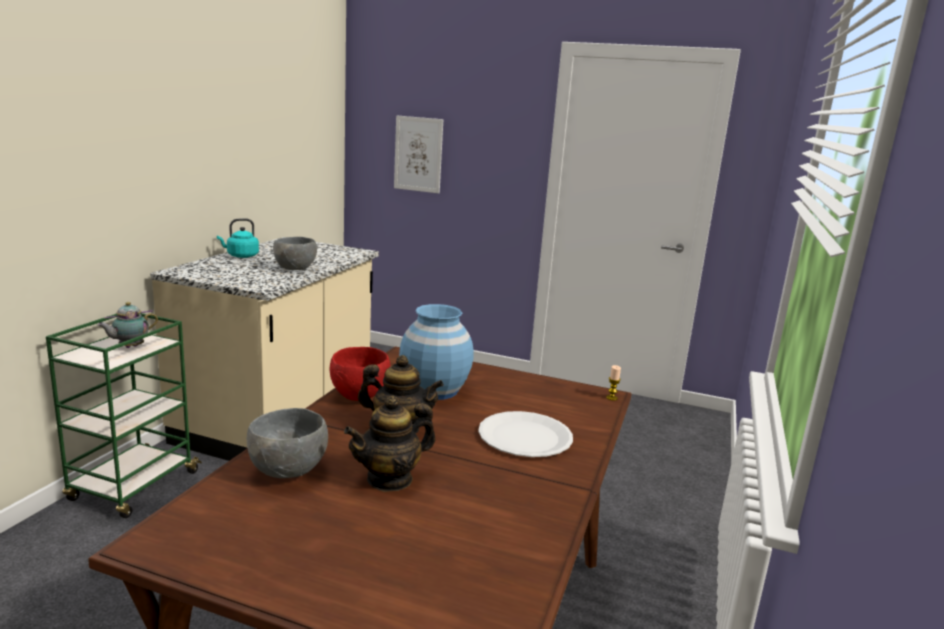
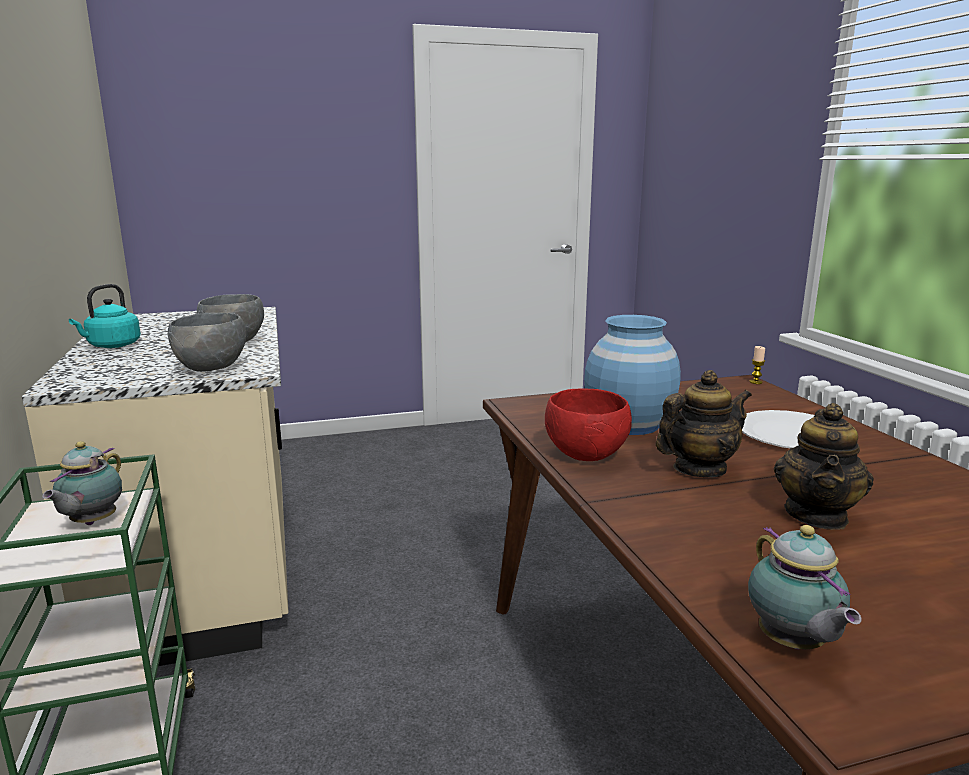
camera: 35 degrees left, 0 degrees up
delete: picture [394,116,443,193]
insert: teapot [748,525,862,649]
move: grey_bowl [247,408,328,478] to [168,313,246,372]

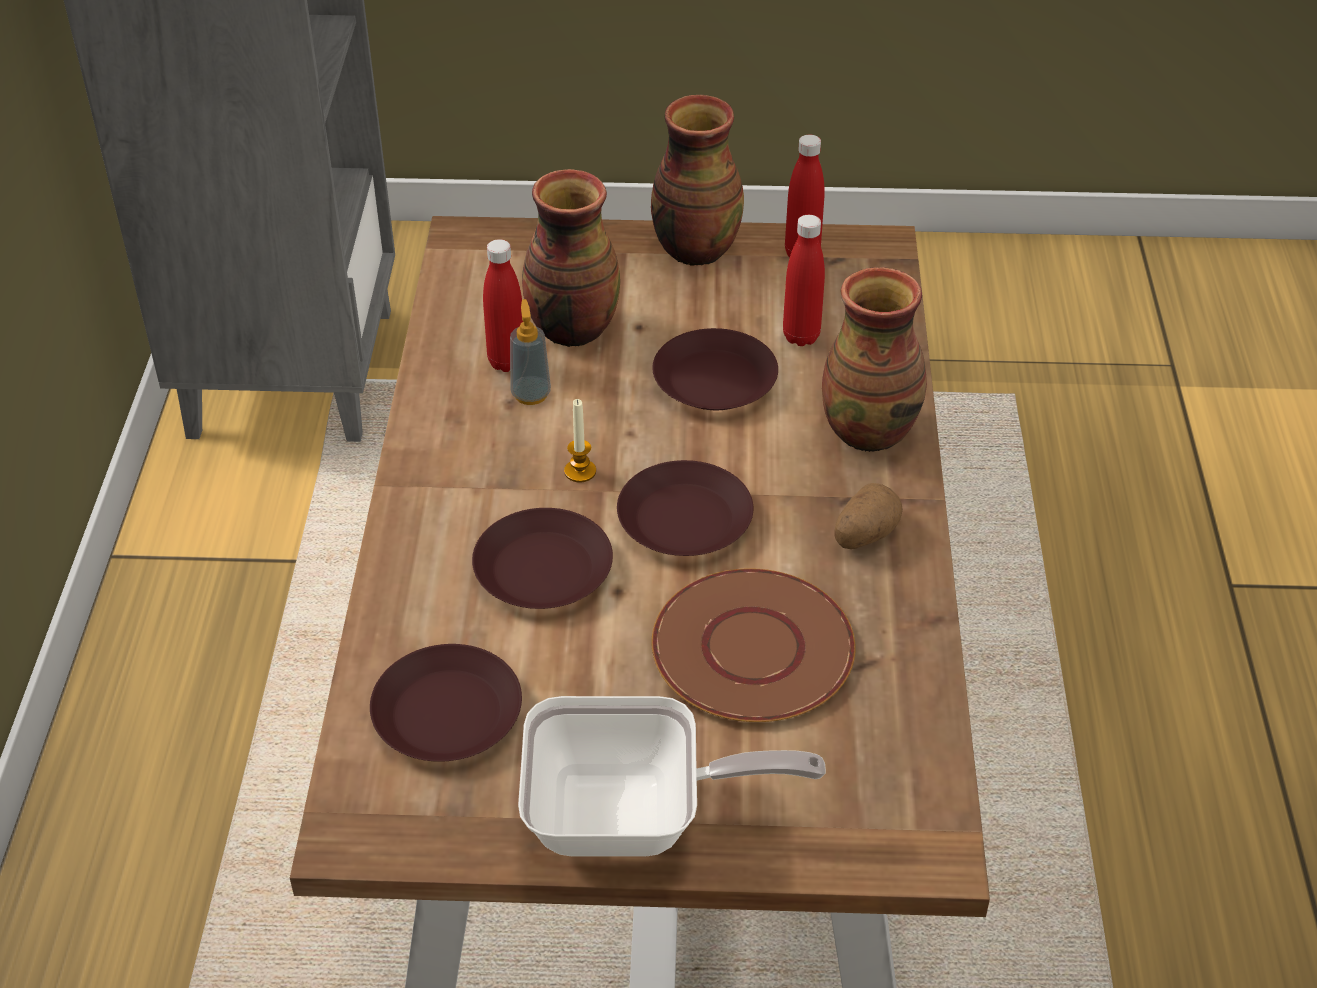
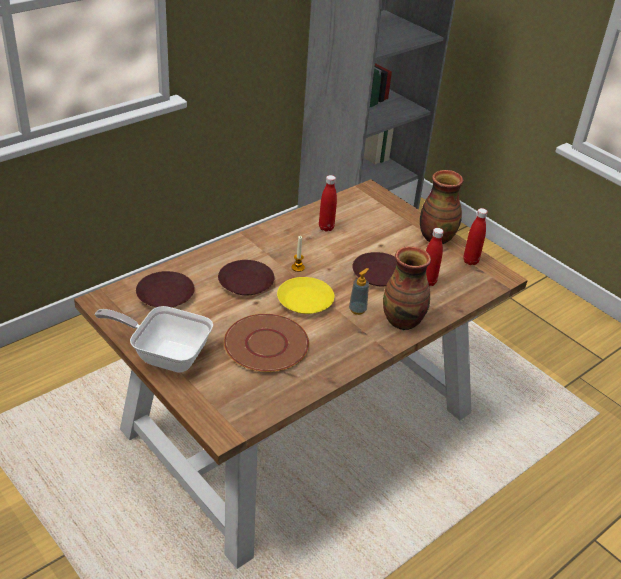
camera: 45 degrees right, 5 degrees down
delete: vase [522,169,620,347]; potato [834,483,903,549]
move: soap_dispenser [510,299,551,405] to [349,268,369,315]
recolor: brown_plate [617,460,753,556] to yellow_plate [277,277,334,314]
rotate: frying_pan [518,696,826,857] = [95,306,213,373] 150 degrees clockwise

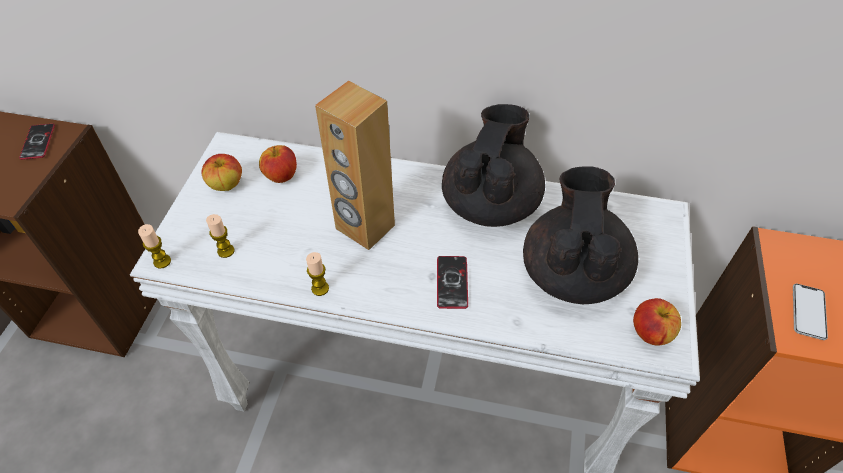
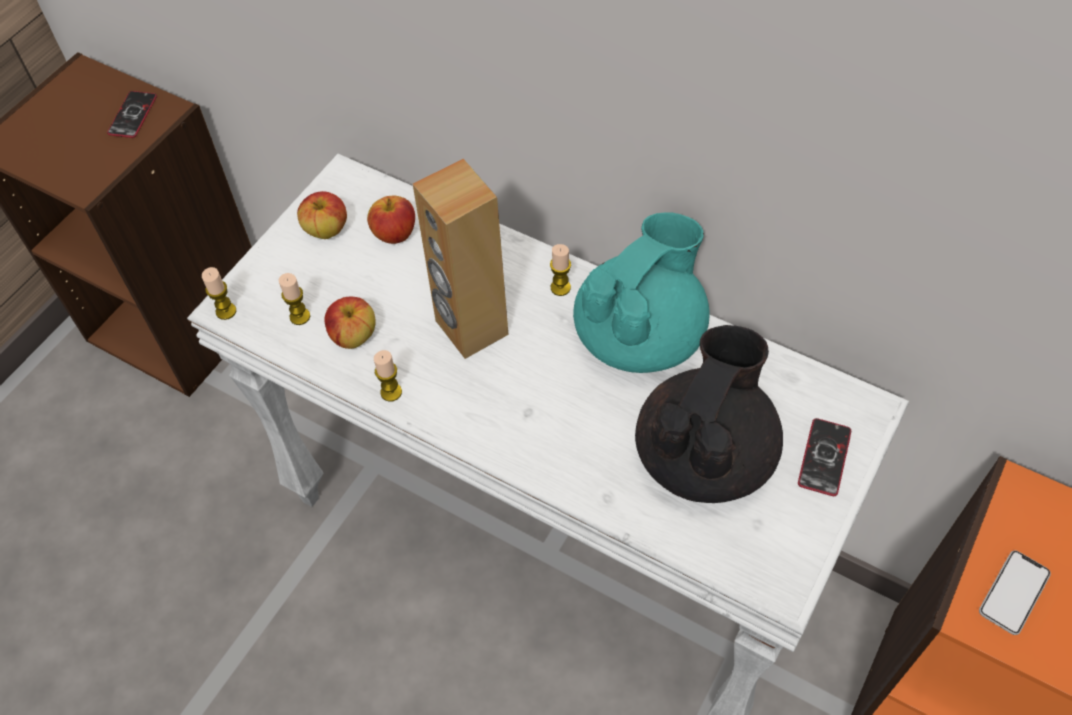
camera: 20 degrees right, 5 degrees up
insert: candle [550,244,571,296]
move: apple [633,298,681,346] to [324,297,376,349]; phone [437,256,468,309] to [798,418,851,496]
recolor: black_teapot [442,104,545,227] to turquoise_teapot [573,212,709,373]

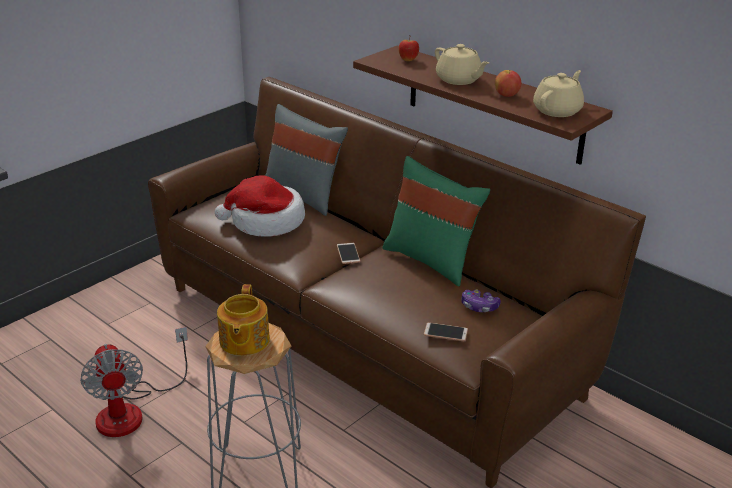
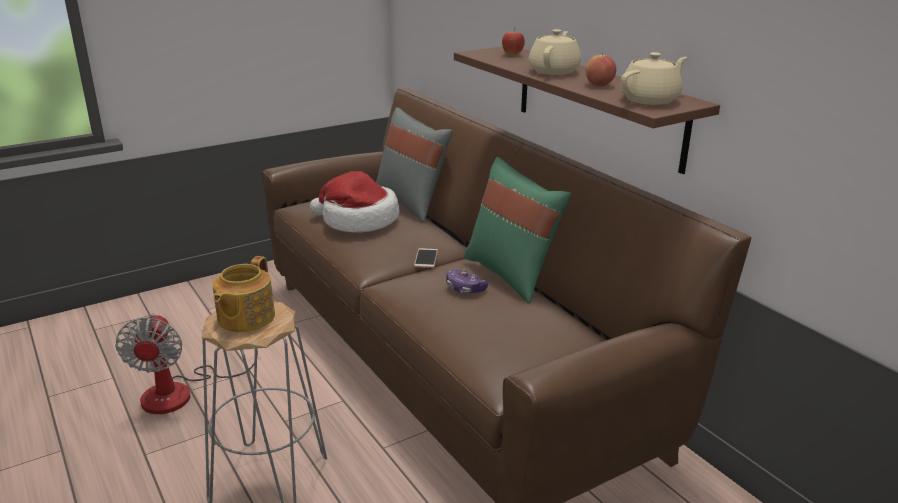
camera: 15 degrees right, 5 degrees down
delete: phone [424,323,468,341]
move: game_controller [461,289,501,312] to [446,269,488,293]
rotate: beige_teapot [435,44,489,85] = [529,29,581,75] 135 degrees counterclockwise

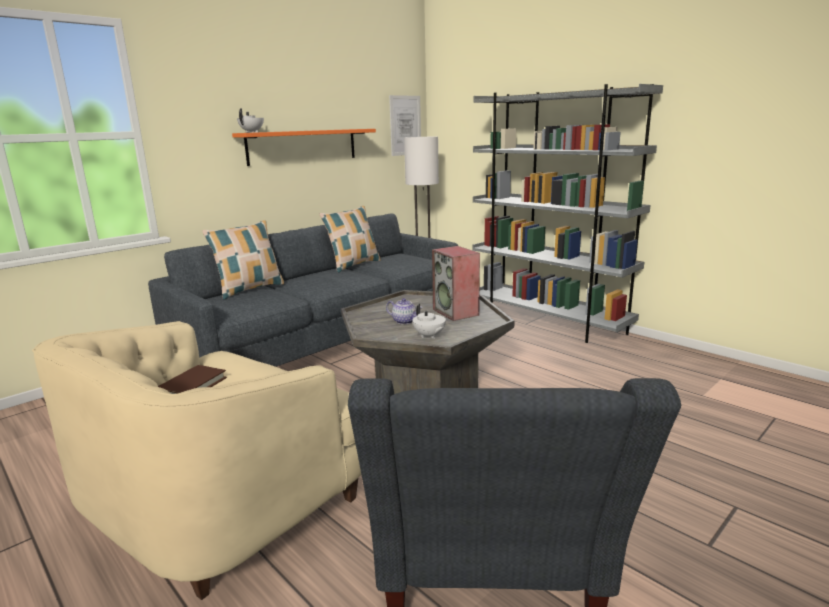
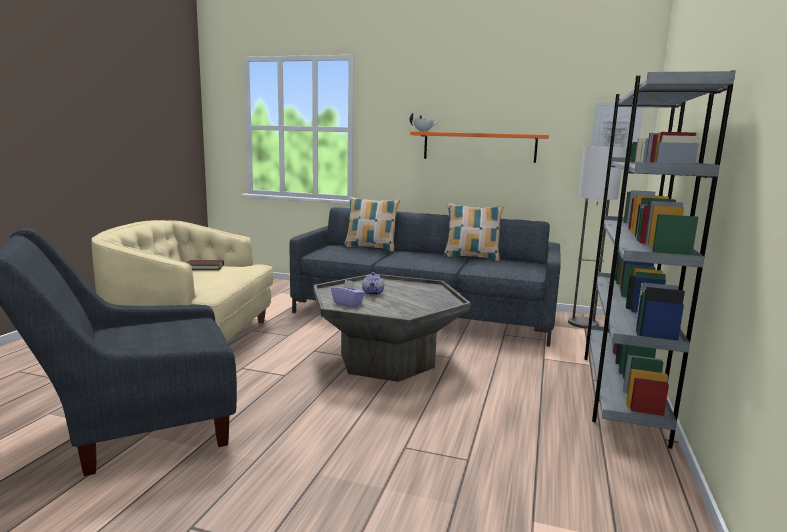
camera: 60 degrees right, 5 degrees down
delete: speaker [432,246,480,321]
replace: white_teapot [412,304,446,339] to purple_tissue_box [331,280,365,307]

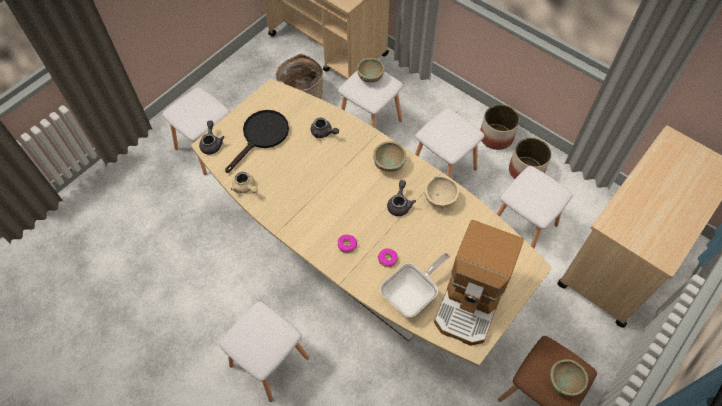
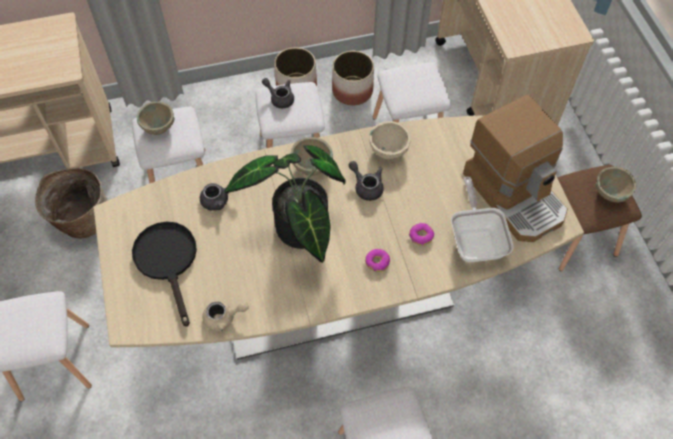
camera: 55 degrees left, 0 degrees up
insert: potted_plant [224,145,346,263]
move: grey_teapot [199,120,225,155] to [262,78,294,108]

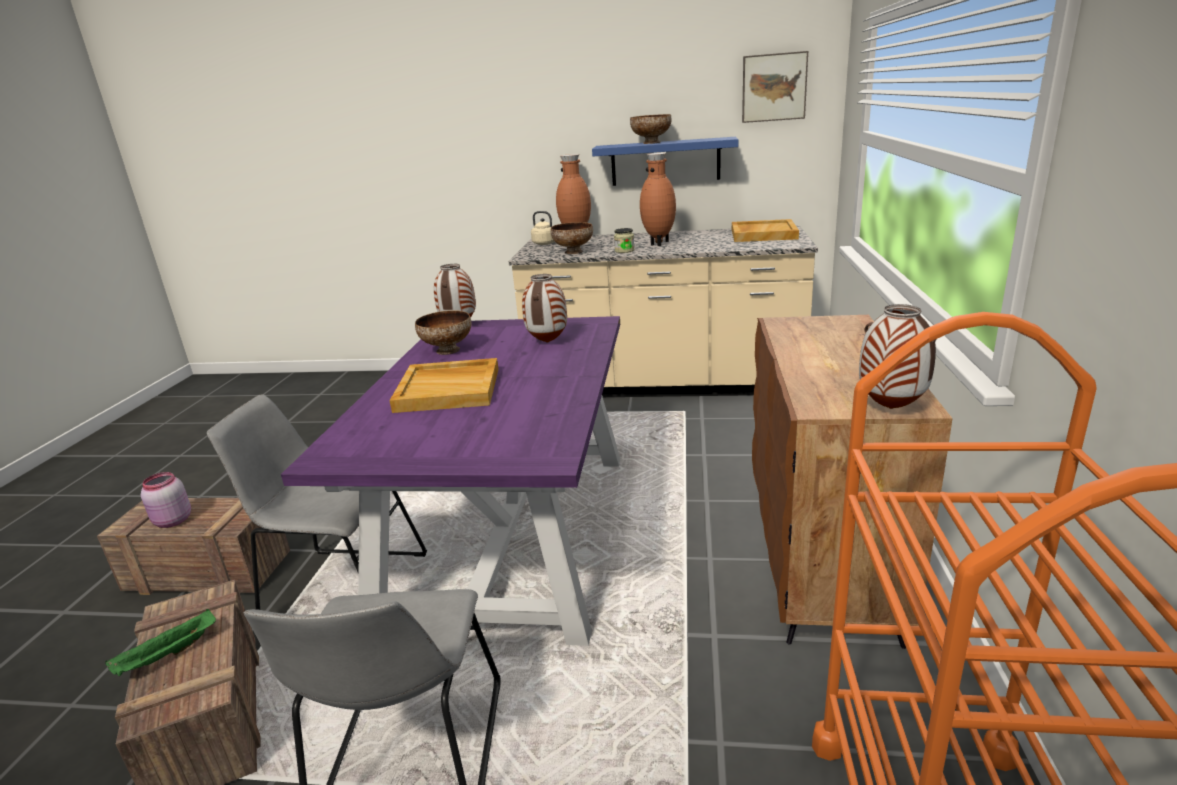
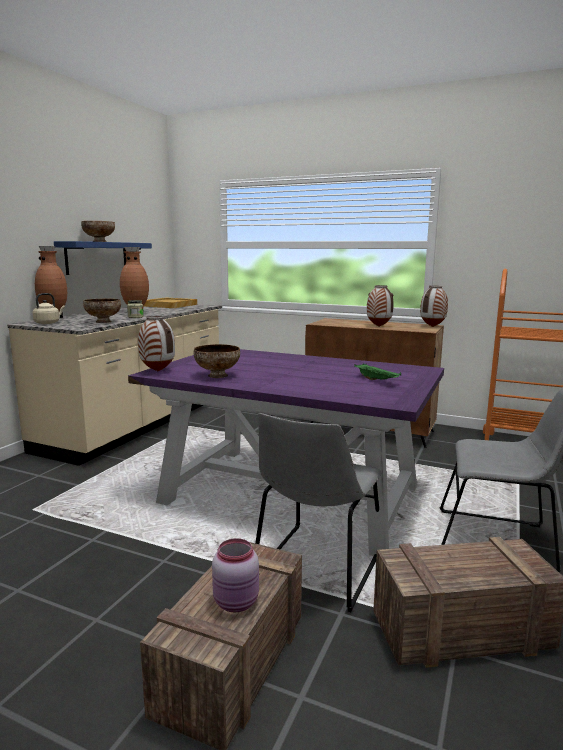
camera: 75 degrees left, 10 degrees down
delete: beige_tray [389,358,499,413]; picture [742,51,808,123]
move: green_tray [105,609,216,676] to [354,364,401,380]; vase [522,274,567,343] to [367,285,394,327]

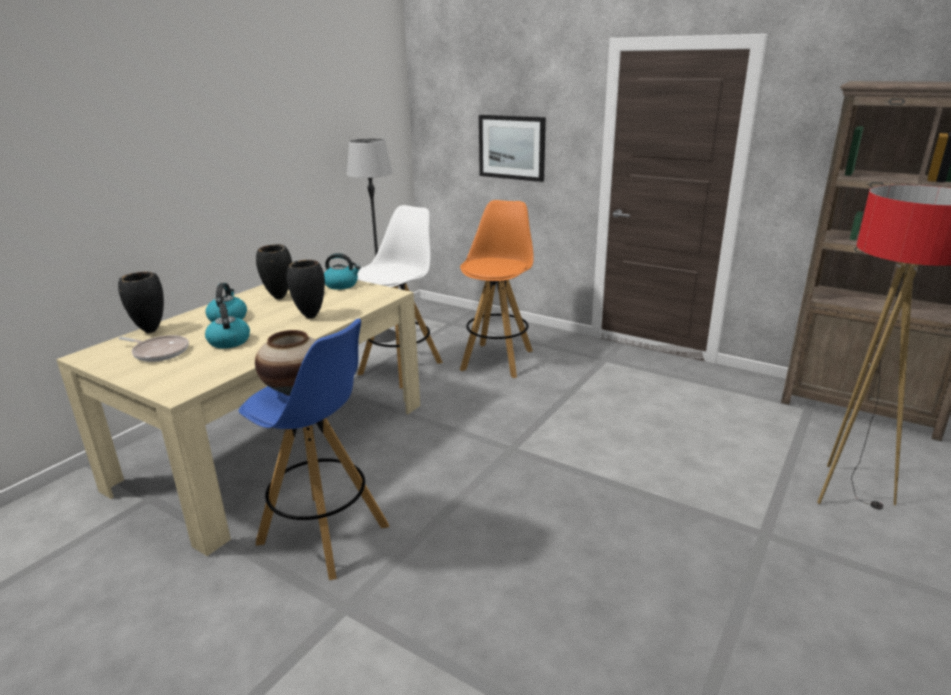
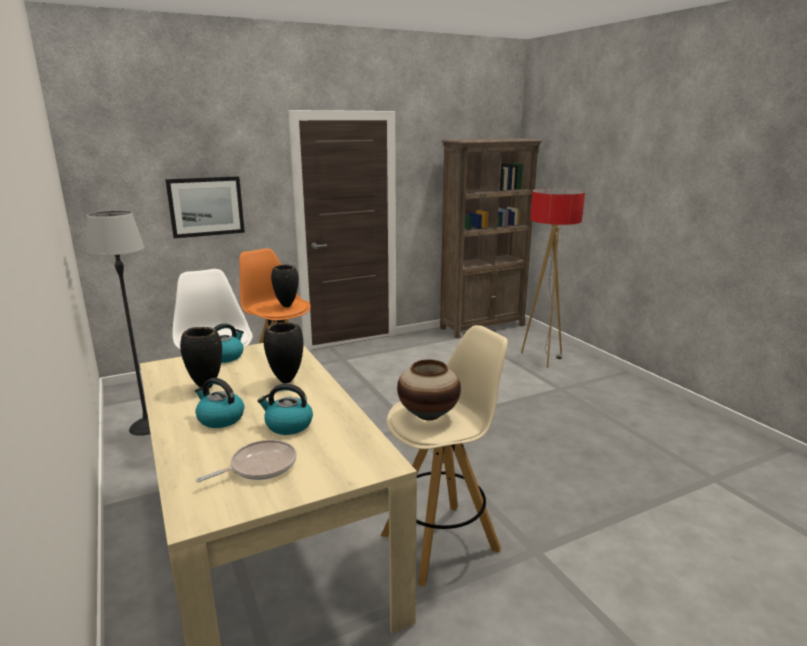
camera: 60 degrees left, 5 degrees down
move: black_vase [118,272,164,333] to [271,264,299,307]
recolor: blue_stool [239,319,389,580] to beige_stool [381,325,508,586]

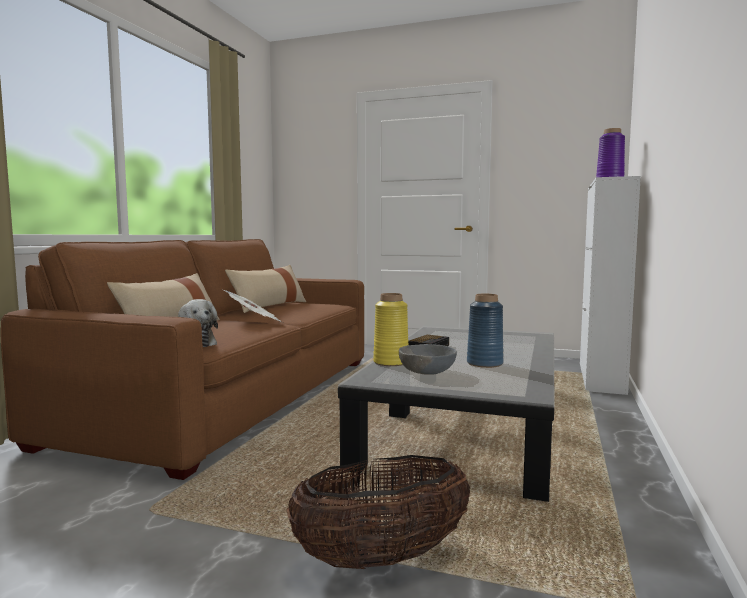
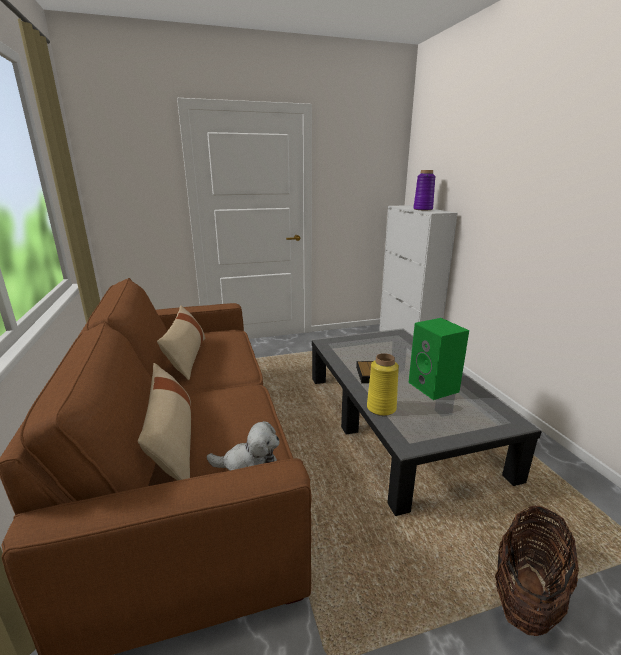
camera: 35 degrees left, 15 degrees up
delete: newspaper [224,290,282,322]; grey_bowl [399,344,457,375]
replace: blue_vase [467,294,503,368] to green_speaker [408,318,469,400]

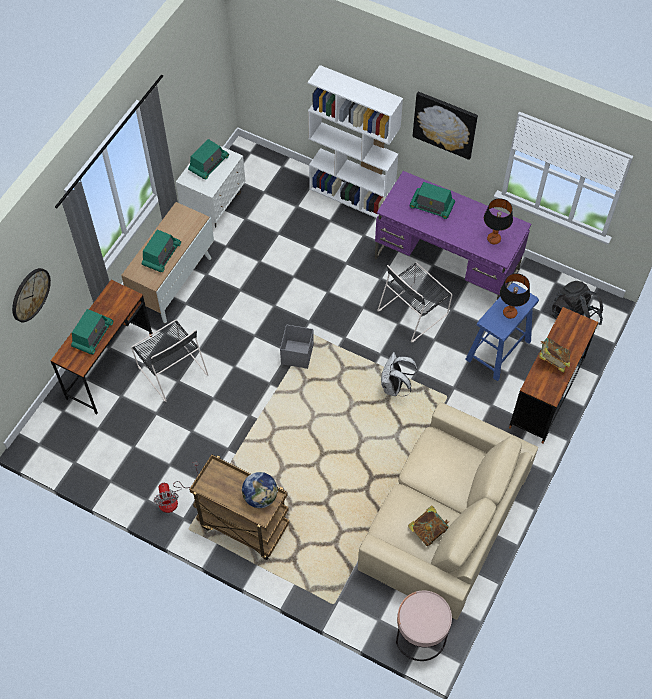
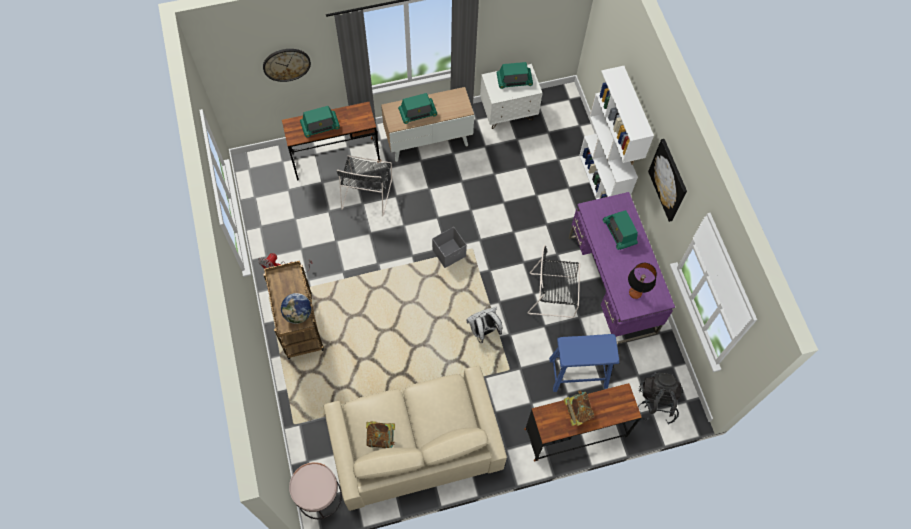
camera: 45 degrees right, 5 degrees up
delete: table_lamp [500,273,530,319]

